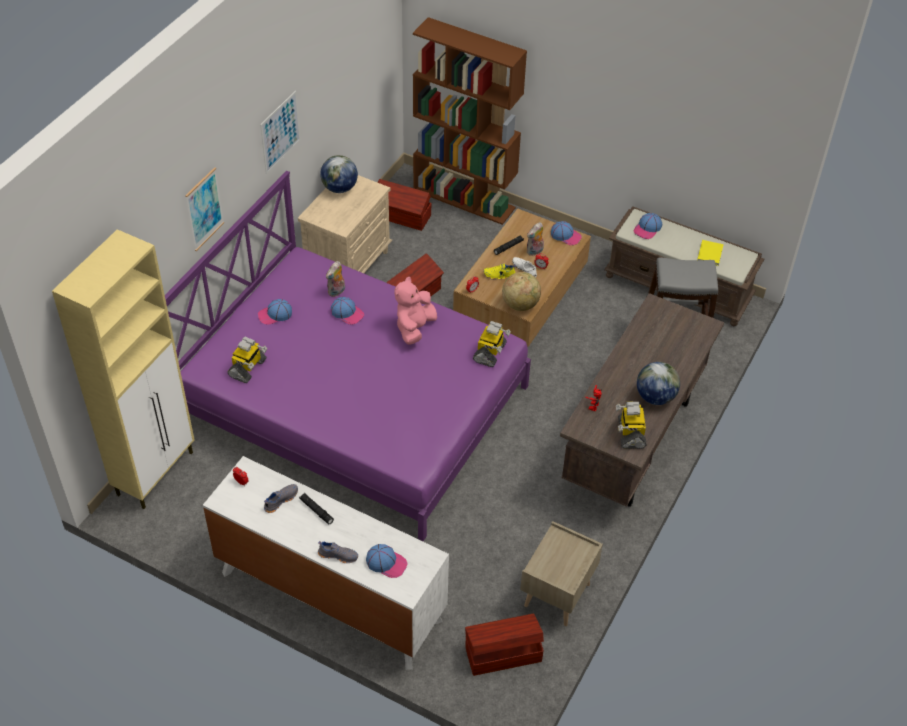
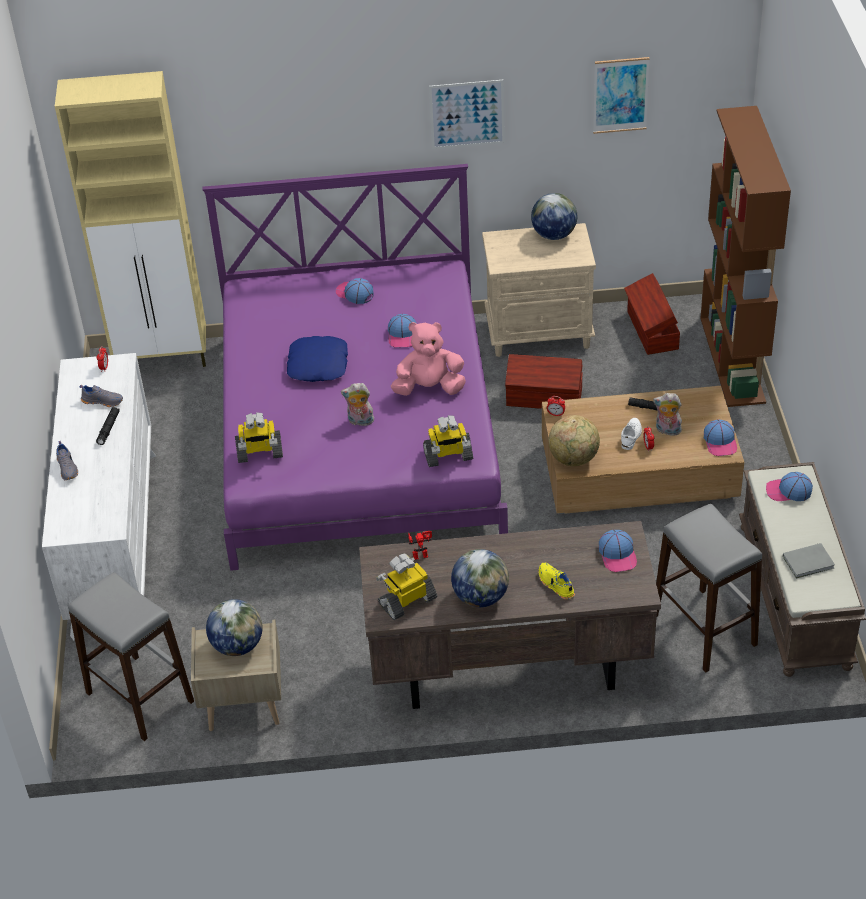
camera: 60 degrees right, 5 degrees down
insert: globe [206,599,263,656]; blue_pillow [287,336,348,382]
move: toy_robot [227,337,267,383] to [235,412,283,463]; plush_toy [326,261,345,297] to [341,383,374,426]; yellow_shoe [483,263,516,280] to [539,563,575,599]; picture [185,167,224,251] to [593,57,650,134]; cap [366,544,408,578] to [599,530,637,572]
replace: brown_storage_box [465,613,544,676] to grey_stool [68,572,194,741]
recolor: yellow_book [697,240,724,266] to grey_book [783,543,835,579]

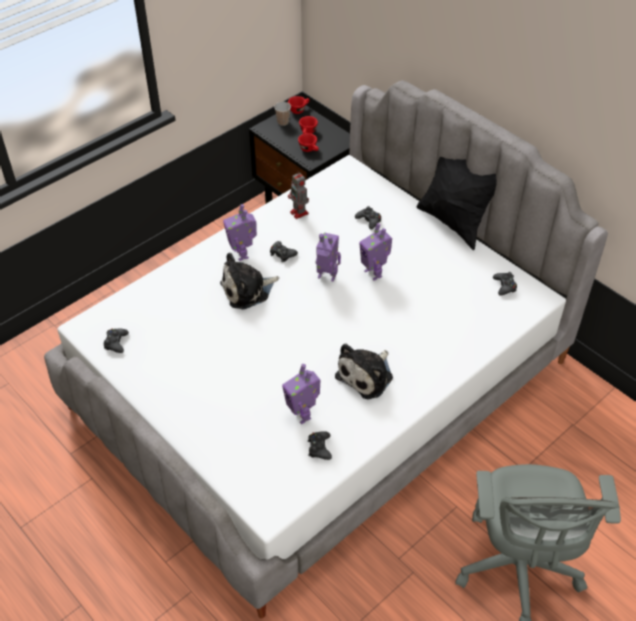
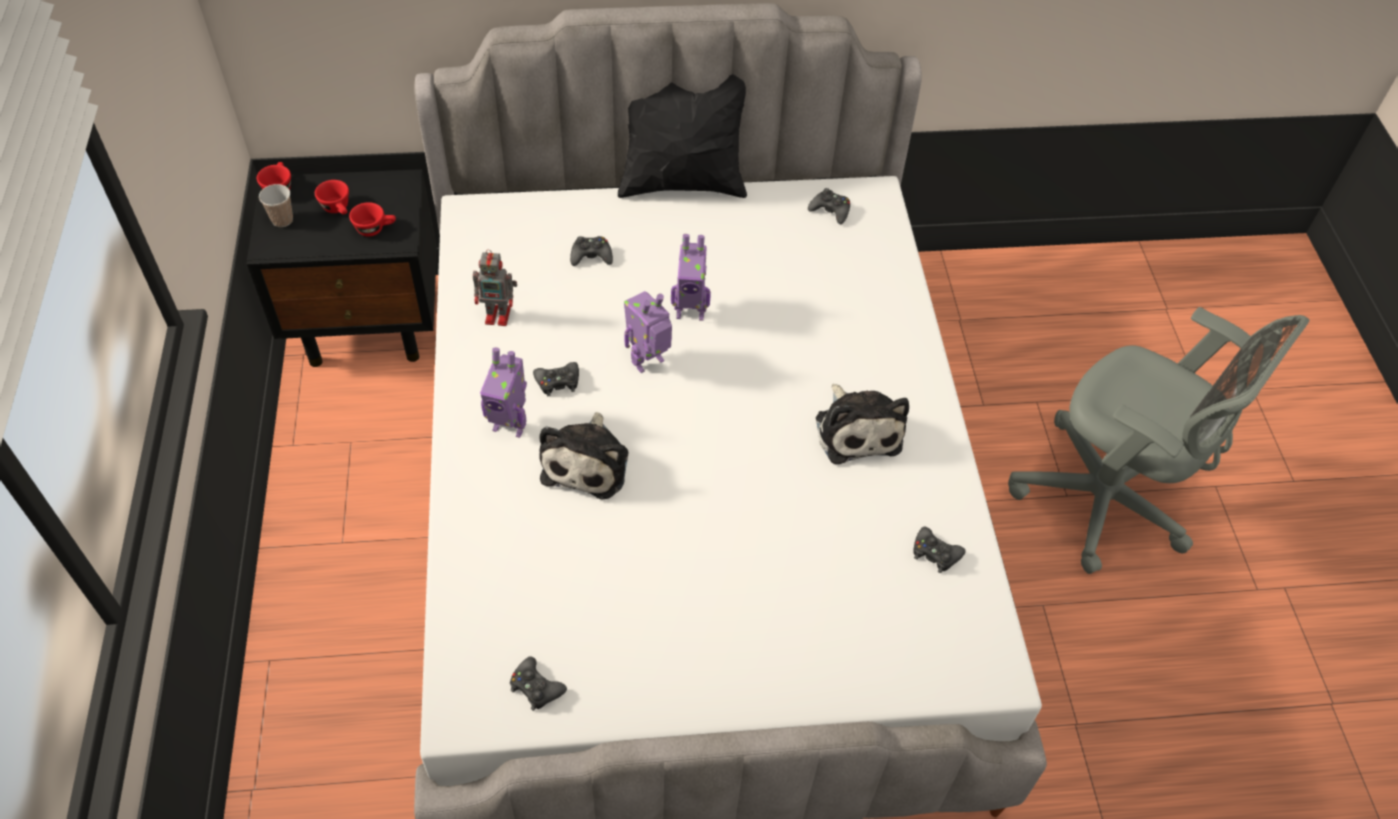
camera: 55 degrees left, 5 degrees up
delete: toy_robot [282,364,320,424]

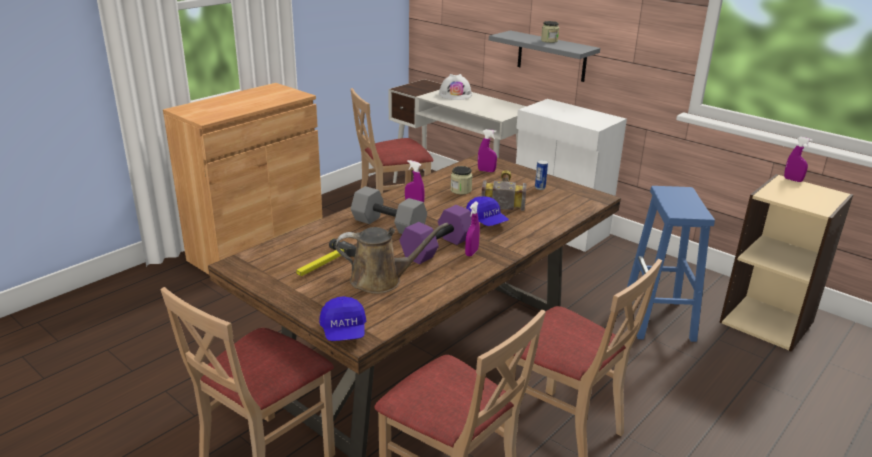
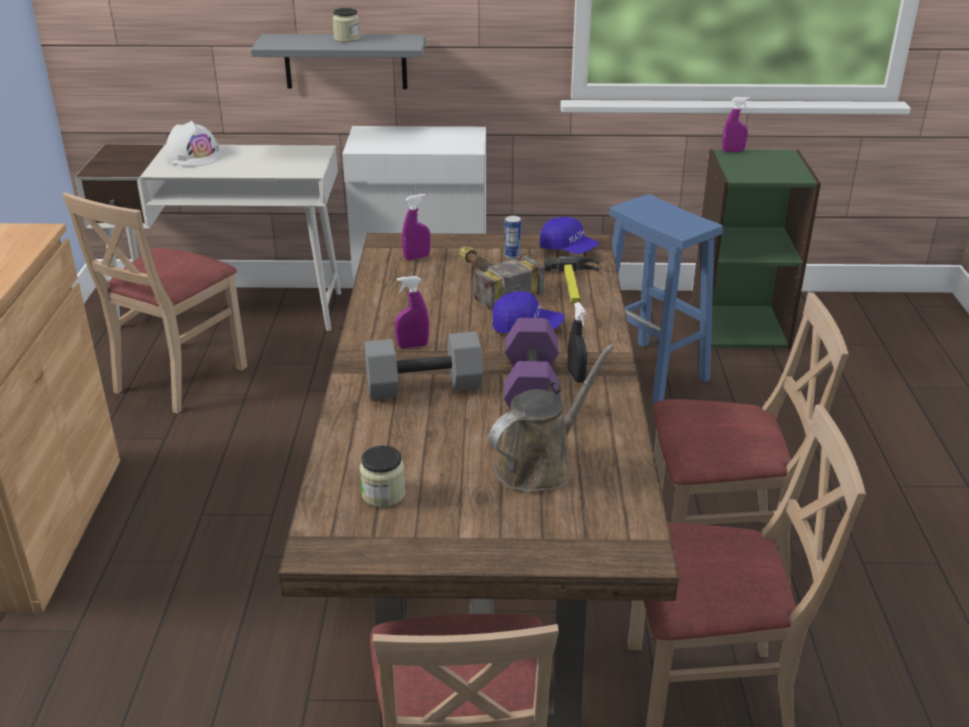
camera: 40 degrees left, 5 degrees up
move: jar [450,166,472,195] to [360,445,406,507]; blue_cap [319,296,366,341] to [540,217,600,254]; hammer [296,238,356,276] to [544,256,599,304]
recolor: purple_spray_bottle [465,201,480,256] to black_spray_bottle [567,302,587,382]; beige_bookcase [719,174,853,352] to green_bookcase [691,149,821,348]

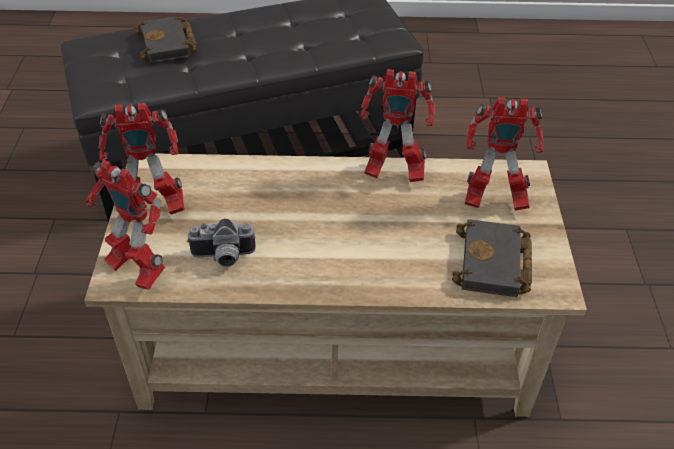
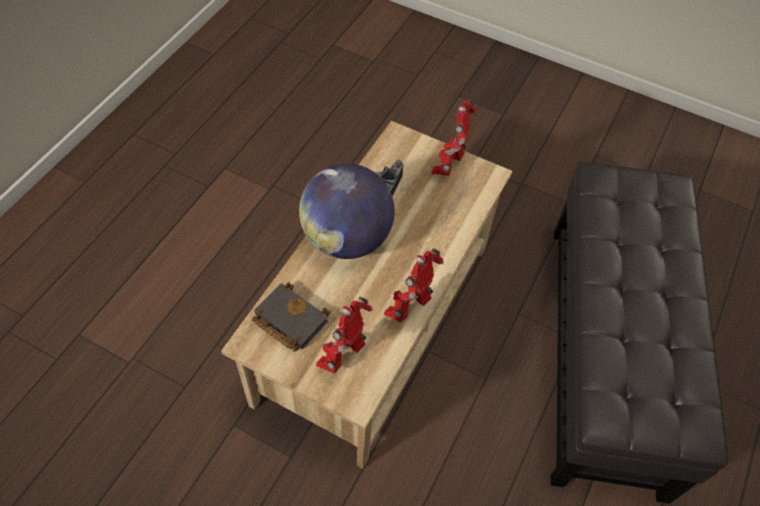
camera: 115 degrees right, 10 degrees up
delete: toy_robot [85,160,165,290]; black_book [134,16,197,63]
insert: globe [299,163,395,259]

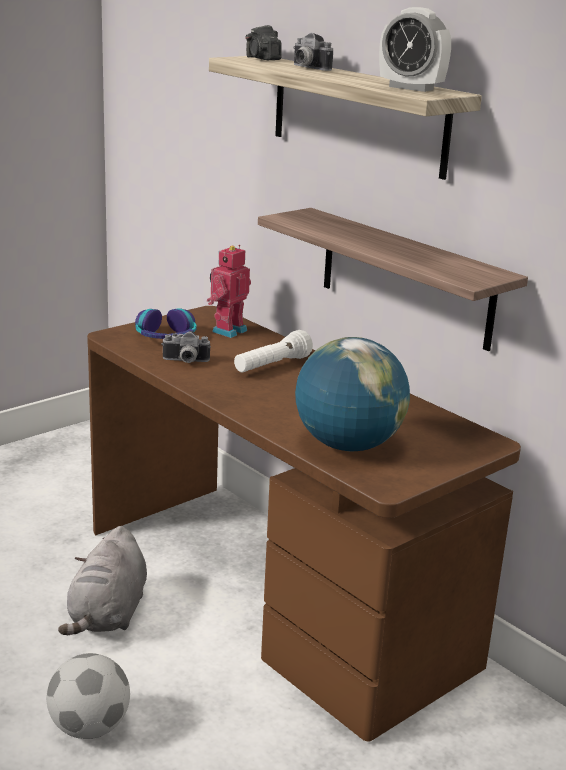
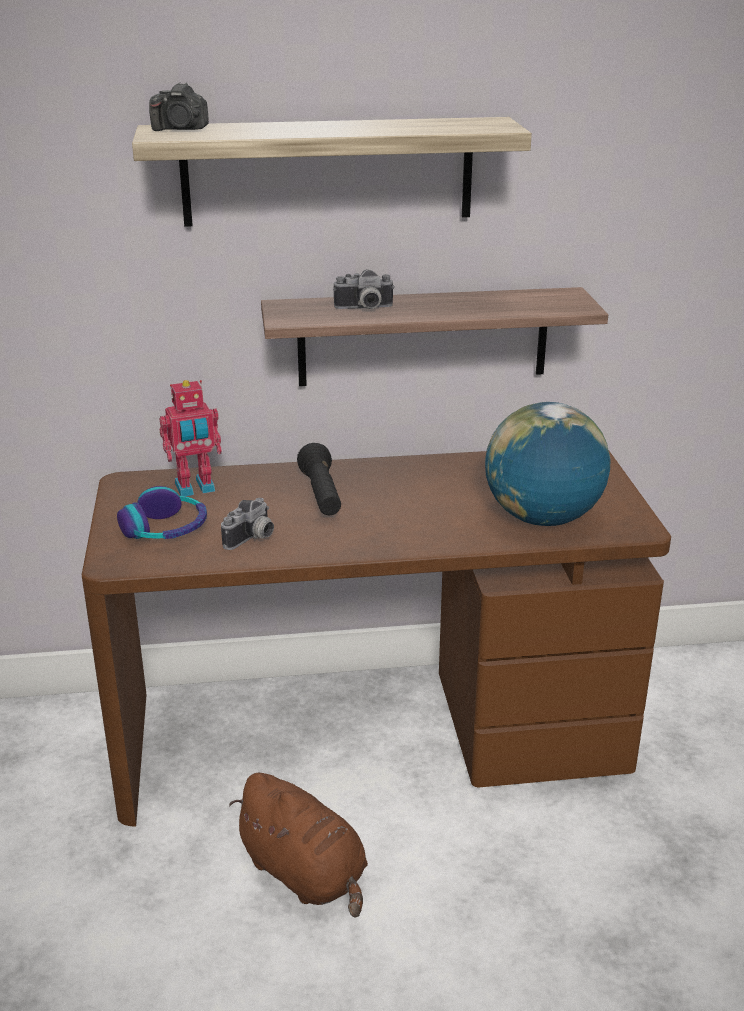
camera: 55 degrees left, 5 degrees up
delete: football [47,653,130,739]; alarm_clock [379,7,451,92]
move: photo_camera [293,32,333,71] to [333,269,395,309]
recolor: grey_plush_toy [58,526,147,635] to brown_plush_toy [229,773,368,918]; white_flashlight [234,330,313,372] to black_flashlight [297,443,341,515]
rotate: toy_robot [207,245,251,338] = [160,380,222,496] 90 degrees counterclockwise

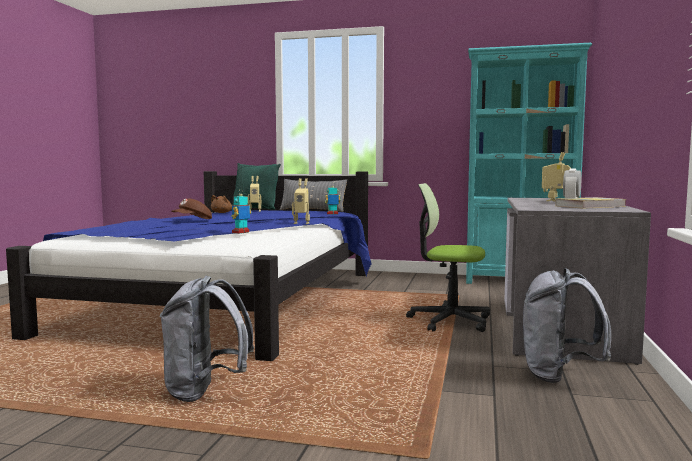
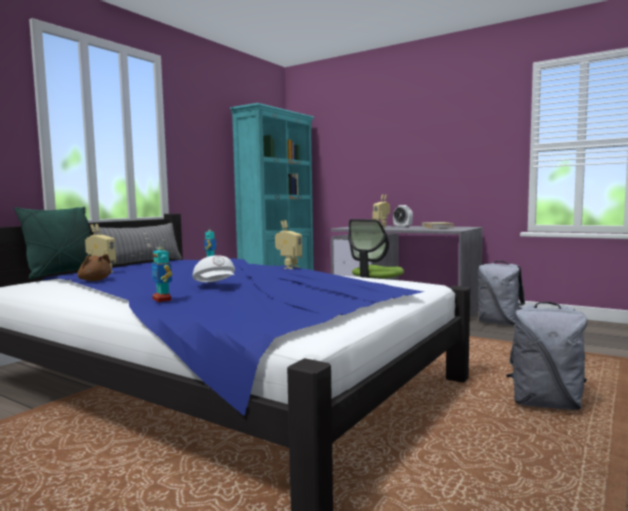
camera: 70 degrees left, 0 degrees up
move: toy_robot [231,193,251,234] to [152,241,172,302]
recolor: brown_cap [172,199,212,219] to white_cap [193,255,235,282]

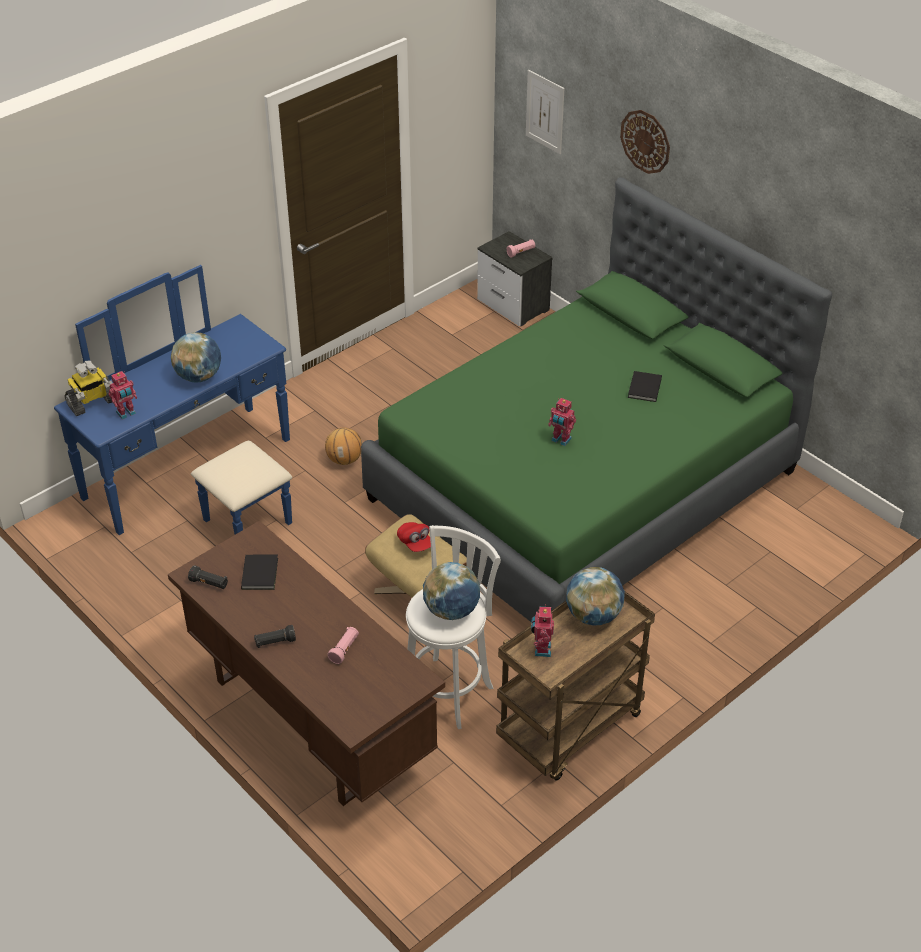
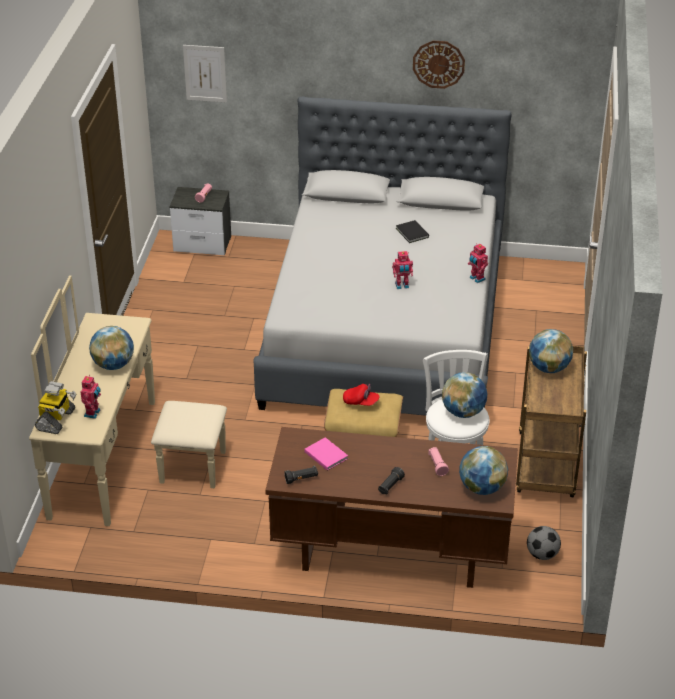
camera: 40 degrees left, 5 degrees down
delete: basketball [325,428,362,465]
insert: globe [459,446,508,495]; football [527,526,561,560]
move: wall_clock [620,110,670,174] to [413,41,465,89]; toy_robot [531,605,554,657] to [468,243,488,283]
recolor: blue_dresser [54,265,292,535] to beige_dresser [29,275,227,526]; green_bed [361,177,832,623] to grey_bed [253,96,512,416]; black_book [241,555,278,590] to pink_book [305,437,348,471]

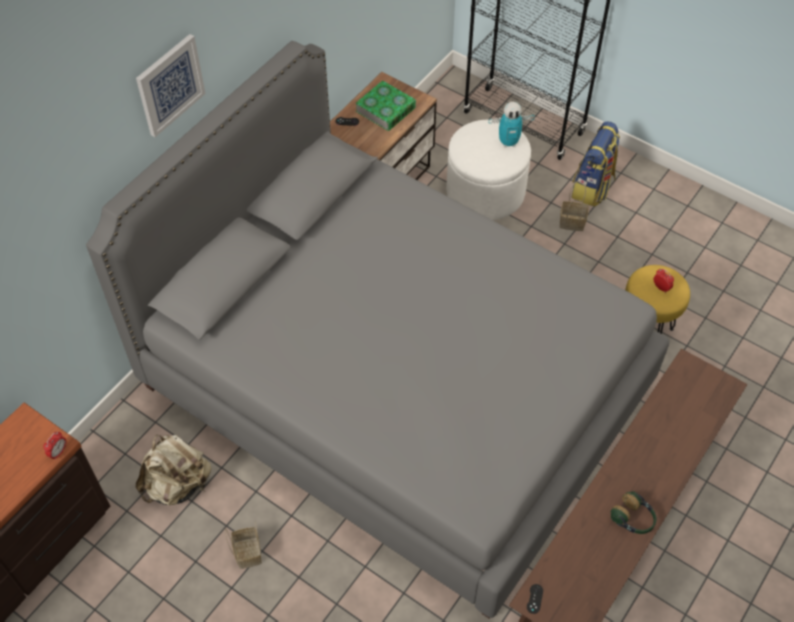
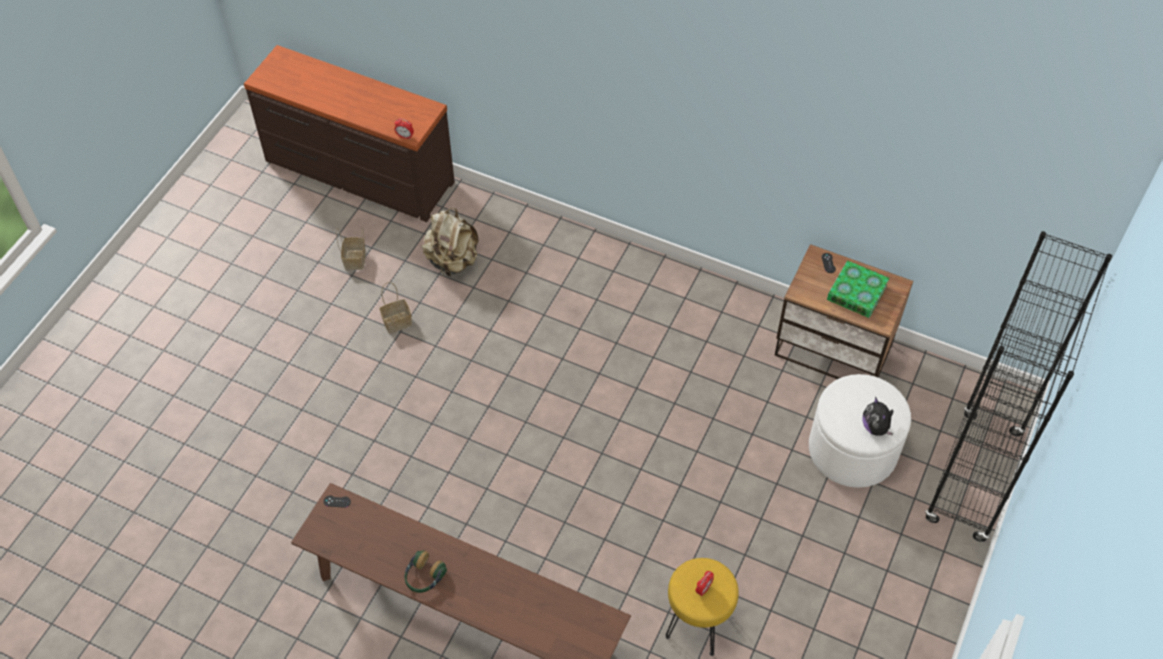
camera: 80 degrees right, 0 degrees up
delete: grey_bed [86,41,670,619]; picture [136,34,206,137]; backpack [571,121,620,207]
move: basket [560,181,589,231] to [336,227,366,270]
replace: toy_robot [488,102,535,147] to plush_toy [863,397,894,436]

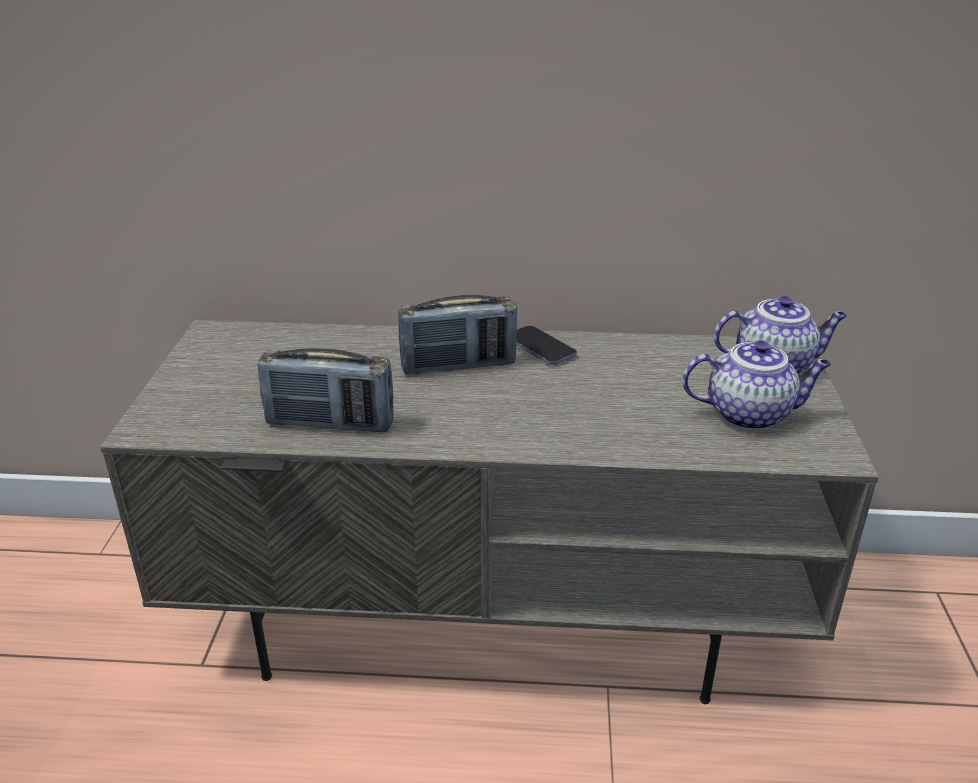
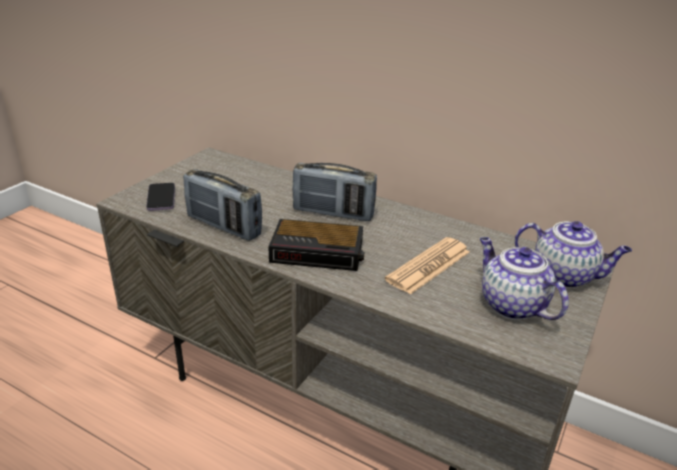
camera: 25 degrees right, 0 degrees up
insert: alarm_clock [268,219,364,271]; newspaper [385,237,470,295]
move: phone [517,326,577,365] to [146,183,175,211]
rotate: teapot [682,340,832,430] = [480,237,569,320] 150 degrees counterclockwise

